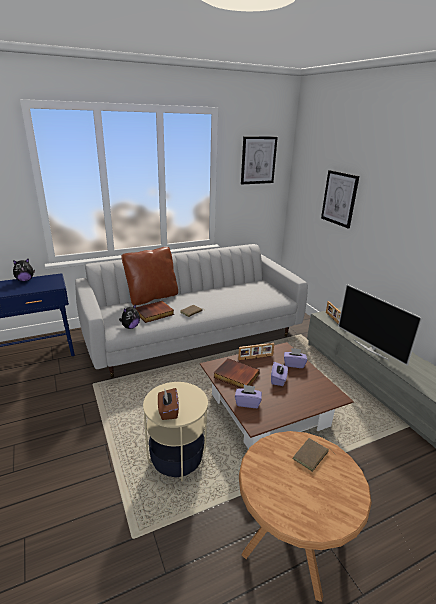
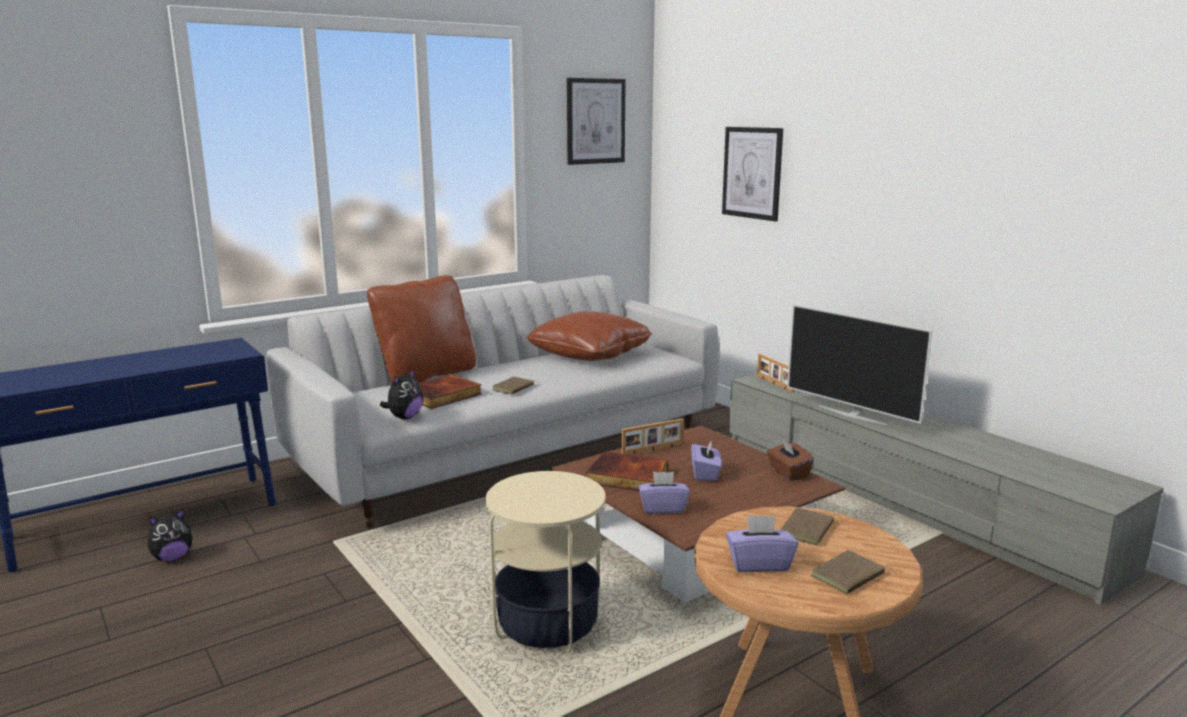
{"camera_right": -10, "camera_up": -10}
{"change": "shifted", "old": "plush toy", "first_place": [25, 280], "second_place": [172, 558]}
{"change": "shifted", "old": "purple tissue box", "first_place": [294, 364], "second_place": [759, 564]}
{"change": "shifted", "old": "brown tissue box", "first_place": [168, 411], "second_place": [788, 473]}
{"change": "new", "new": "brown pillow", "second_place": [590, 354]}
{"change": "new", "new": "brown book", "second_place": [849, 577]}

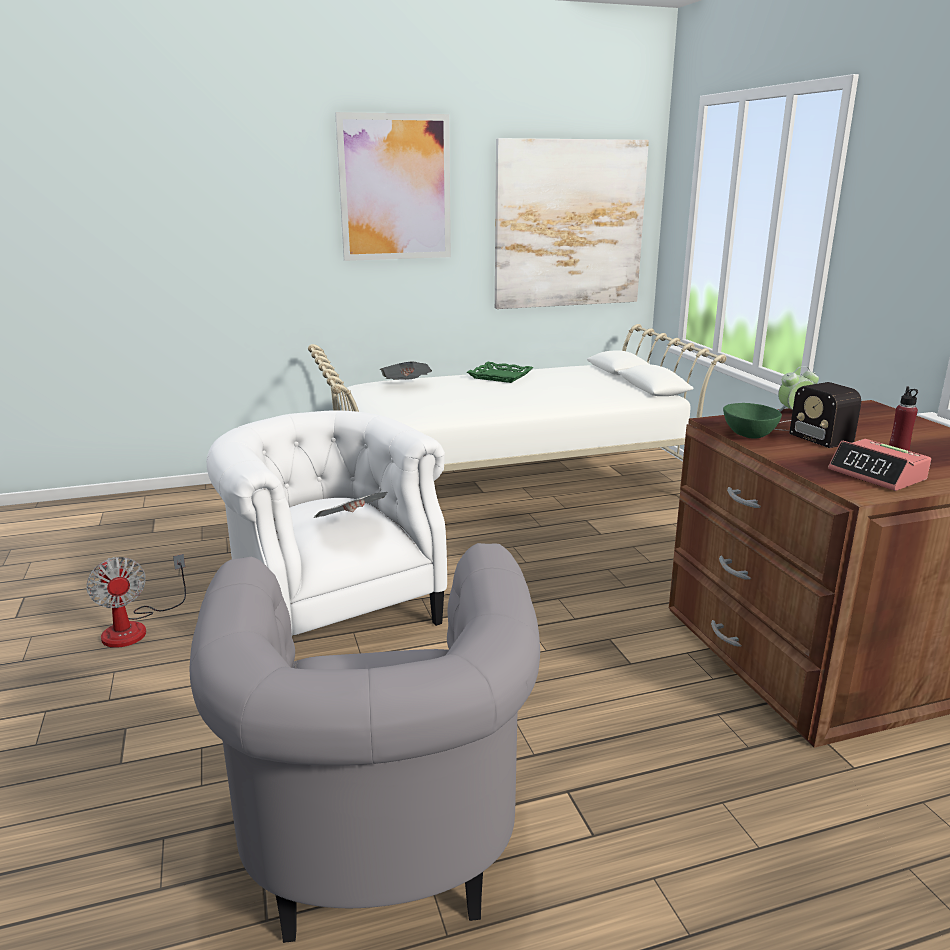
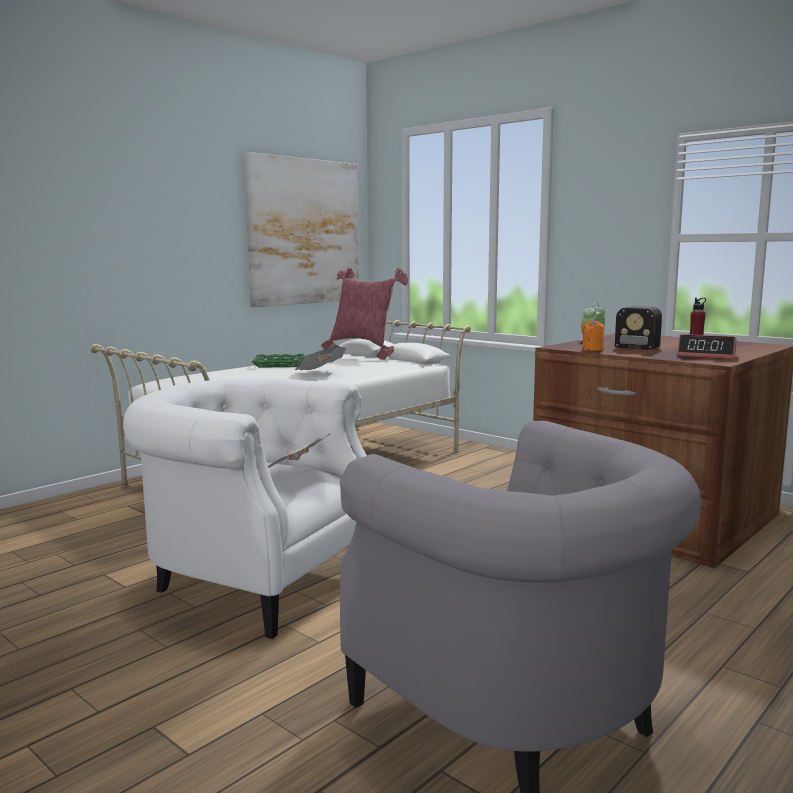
{"camera_right": -30, "camera_up": -10}
{"change": "gone", "old": "picture", "first_place": [395, 188]}
{"change": "shifted", "old": "newspaper", "first_place": [406, 385], "second_place": [320, 373]}
{"change": "swapped", "old": "green bowl", "new": "orange candle", "first_place": [748, 434], "second_place": [592, 349]}
{"change": "gone", "old": "fan", "first_place": [135, 627]}
{"change": "new", "new": "red pillow", "second_place": [365, 355]}

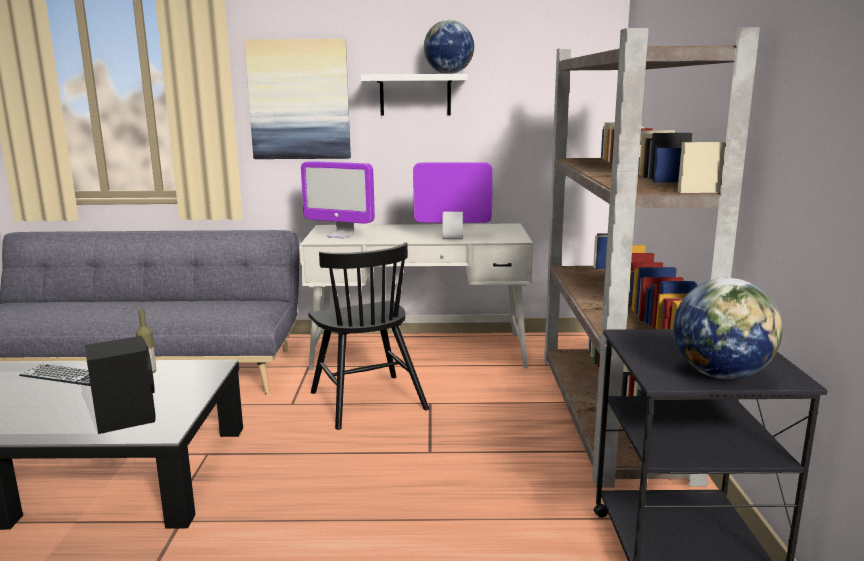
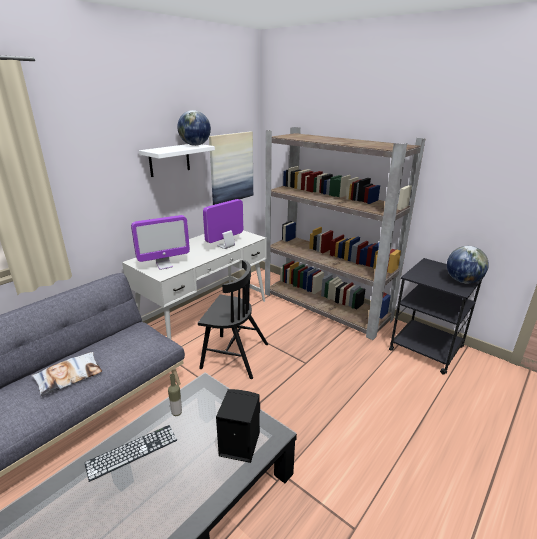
{"camera_right": -50, "camera_up": 10}
{"change": "shifted", "old": "picture", "first_place": [299, 100], "second_place": [231, 168]}
{"change": "new", "new": "pillow", "second_place": [69, 376]}

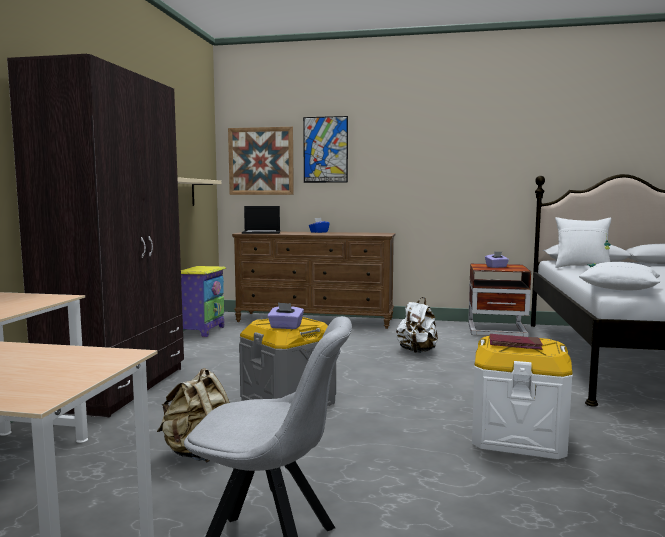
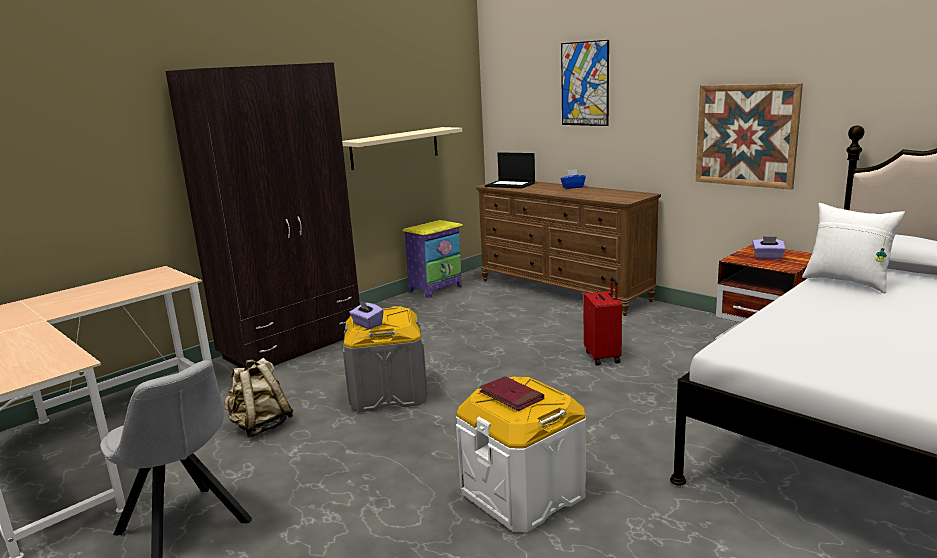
{"camera_right": 35, "camera_up": 10}
{"change": "shifted", "old": "picture", "first_place": [261, 161], "second_place": [746, 135]}
{"change": "gone", "old": "white pillow", "first_place": [619, 289]}
{"change": "swapped", "old": "white backpack", "new": "red suitcase", "first_place": [417, 351], "second_place": [603, 357]}

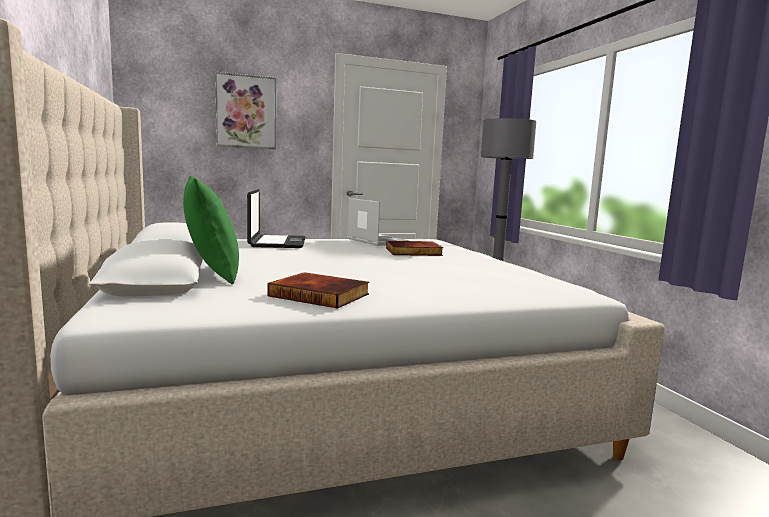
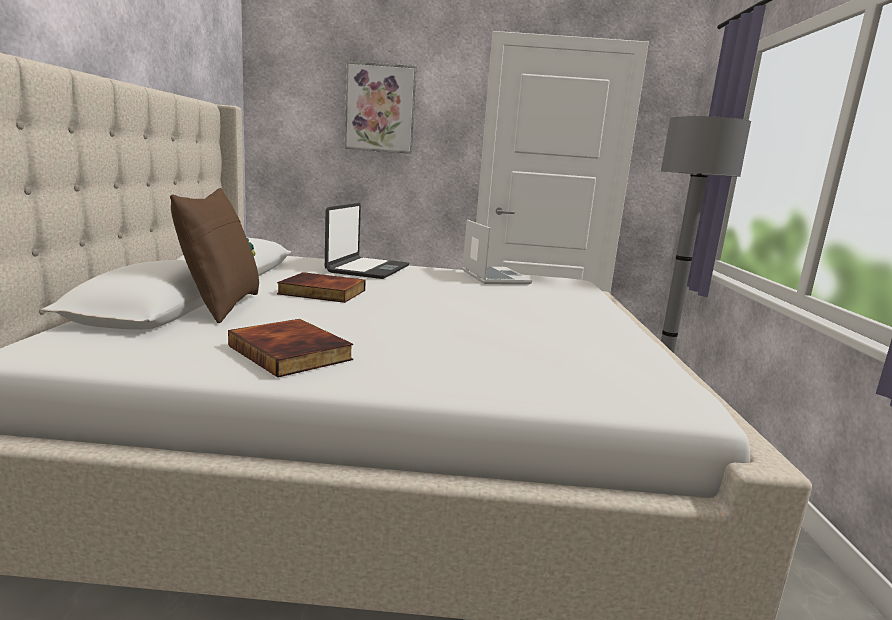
{"camera_right": 20, "camera_up": 5}
{"change": "repainted", "old": "green pillow", "new": "brown pillow", "first_place": [212, 275], "second_place": [222, 307]}
{"change": "shifted", "old": "book", "first_place": [413, 252], "second_place": [321, 292]}

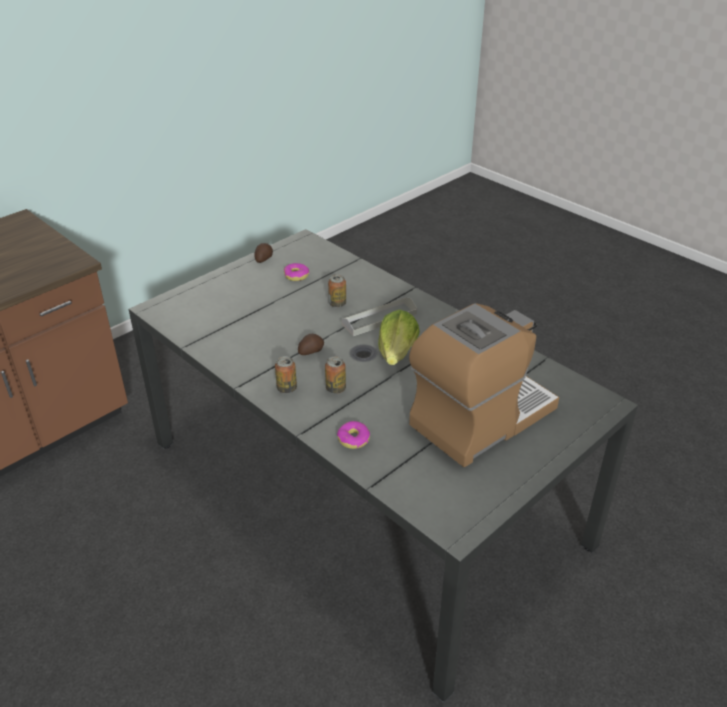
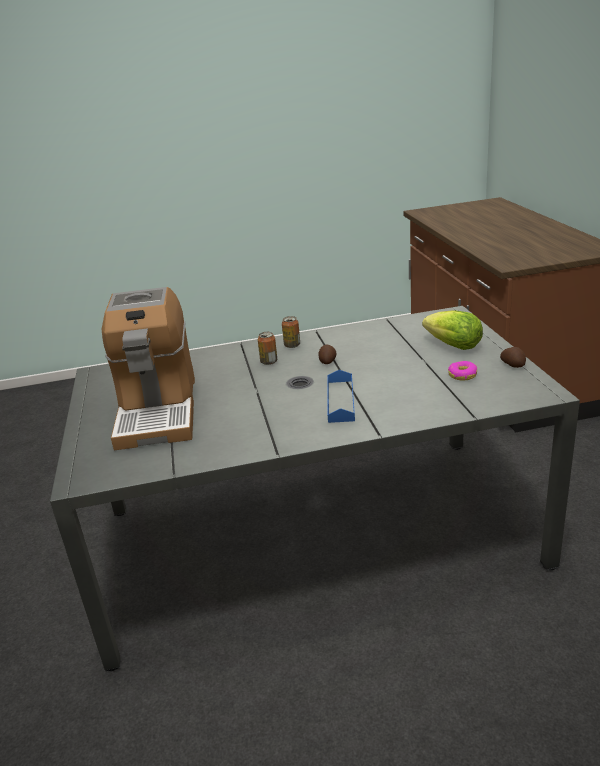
{"camera_right": 125, "camera_up": -10}
{"change": "gone", "old": "can", "first_place": [337, 304]}
{"change": "repainted", "old": "grey tray", "new": "blue tray", "first_place": [379, 319], "second_place": [340, 400]}
{"change": "shifted", "old": "lettuce", "first_place": [397, 353], "second_place": [453, 346]}
{"change": "gone", "old": "donut", "first_place": [353, 439]}

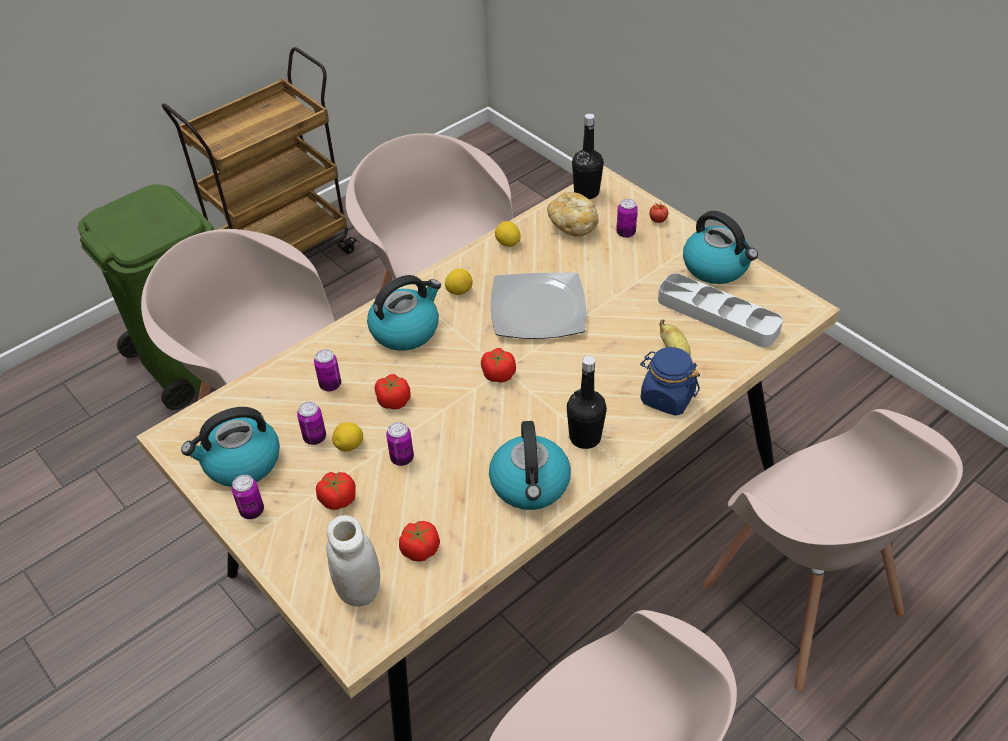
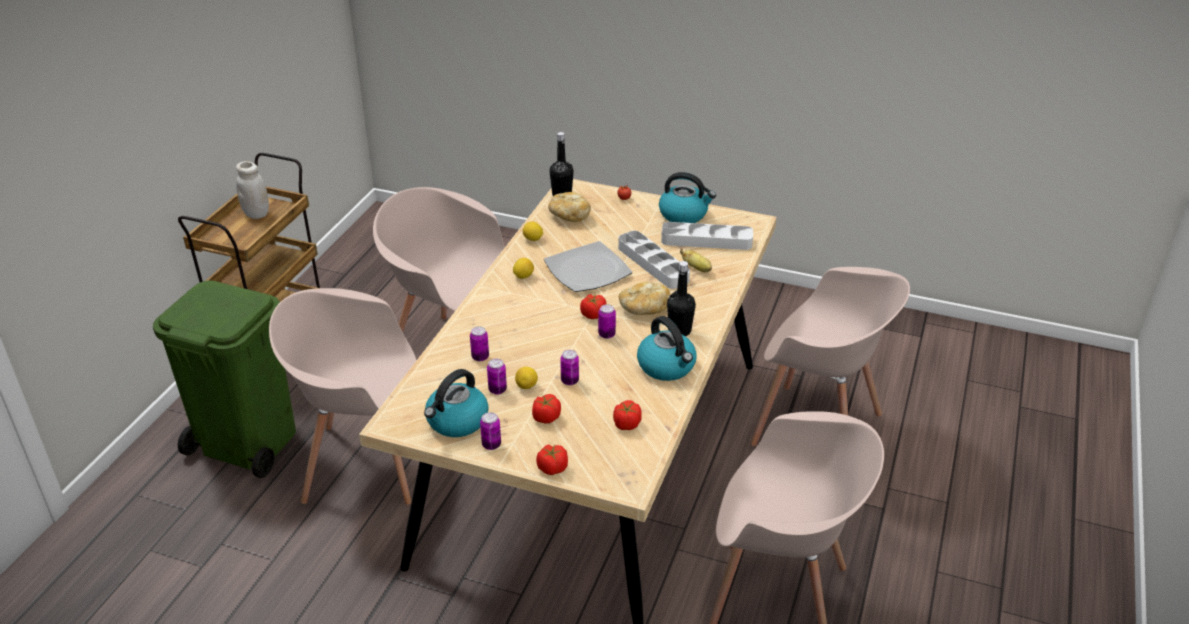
{"camera_right": -30, "camera_up": -10}
{"change": "shifted", "old": "can", "first_place": [625, 233], "second_place": [606, 334]}
{"change": "gone", "old": "kettle", "first_place": [405, 330]}
{"change": "gone", "old": "blue jar", "first_place": [667, 397]}
{"change": "shifted", "old": "tomato", "first_place": [393, 401], "second_place": [552, 468]}
{"change": "shifted", "old": "white jar", "first_place": [359, 590], "second_place": [256, 214]}
{"change": "new", "new": "grey tray", "second_place": [653, 264]}
{"change": "new", "new": "bread", "second_place": [643, 309]}

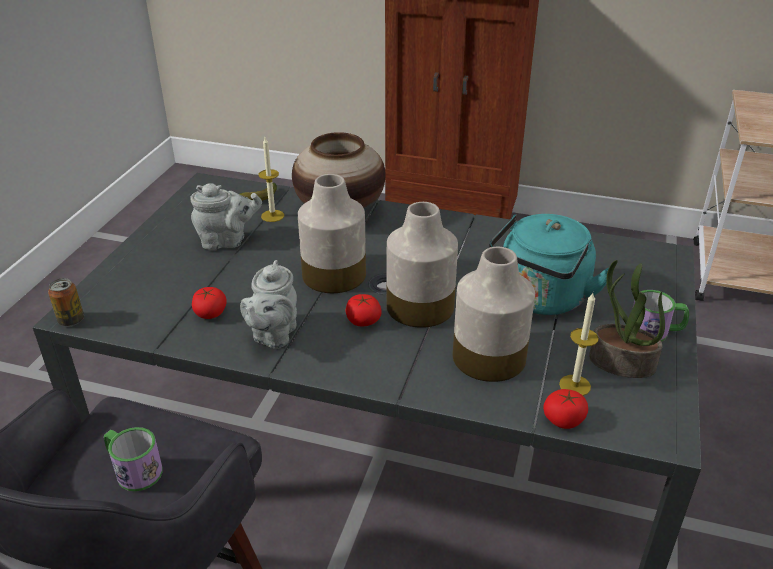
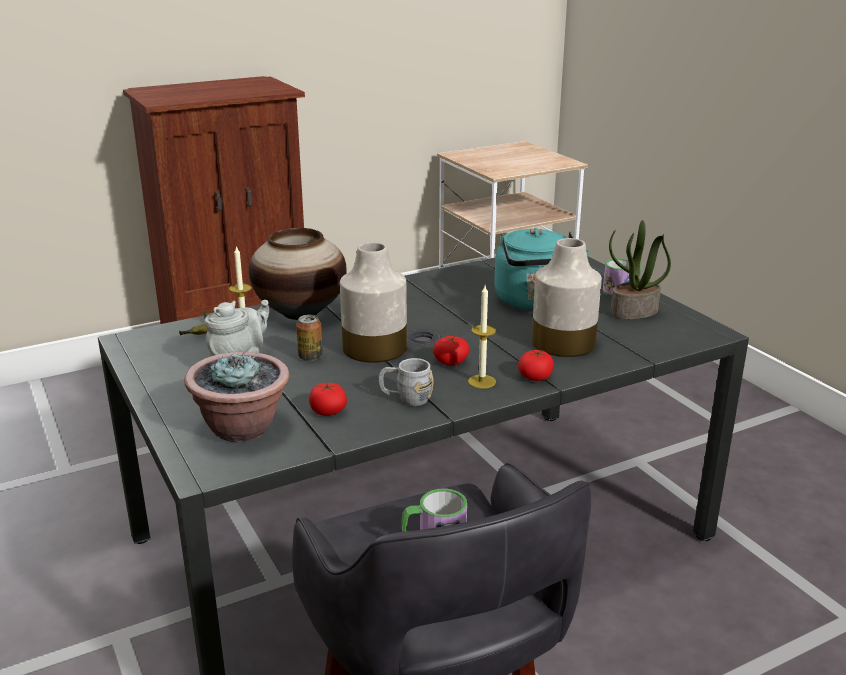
{"camera_right": -45, "camera_up": -10}
{"change": "gone", "old": "beige vase", "first_place": [421, 305]}
{"change": "swapped", "old": "grey teapot", "new": "grey mug", "first_place": [273, 335], "second_place": [406, 399]}
{"change": "shifted", "old": "can", "first_place": [71, 320], "second_place": [310, 357]}
{"change": "shifted", "old": "candle", "first_place": [575, 385], "second_place": [482, 381]}
{"change": "shifted", "old": "tomato", "first_place": [563, 419], "second_place": [535, 376]}
{"change": "new", "new": "potted plant", "second_place": [242, 428]}

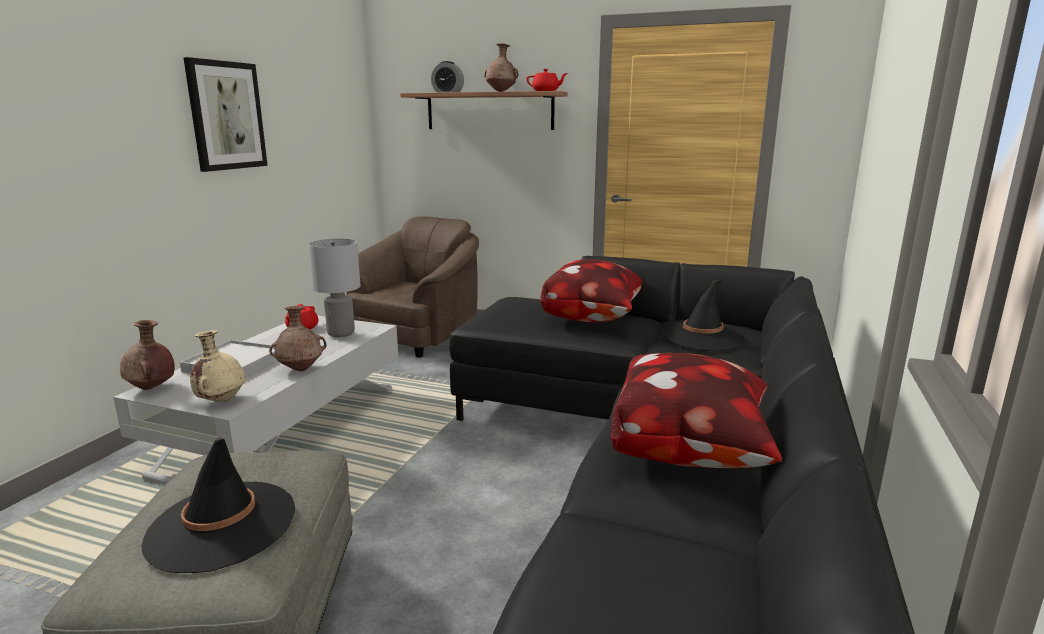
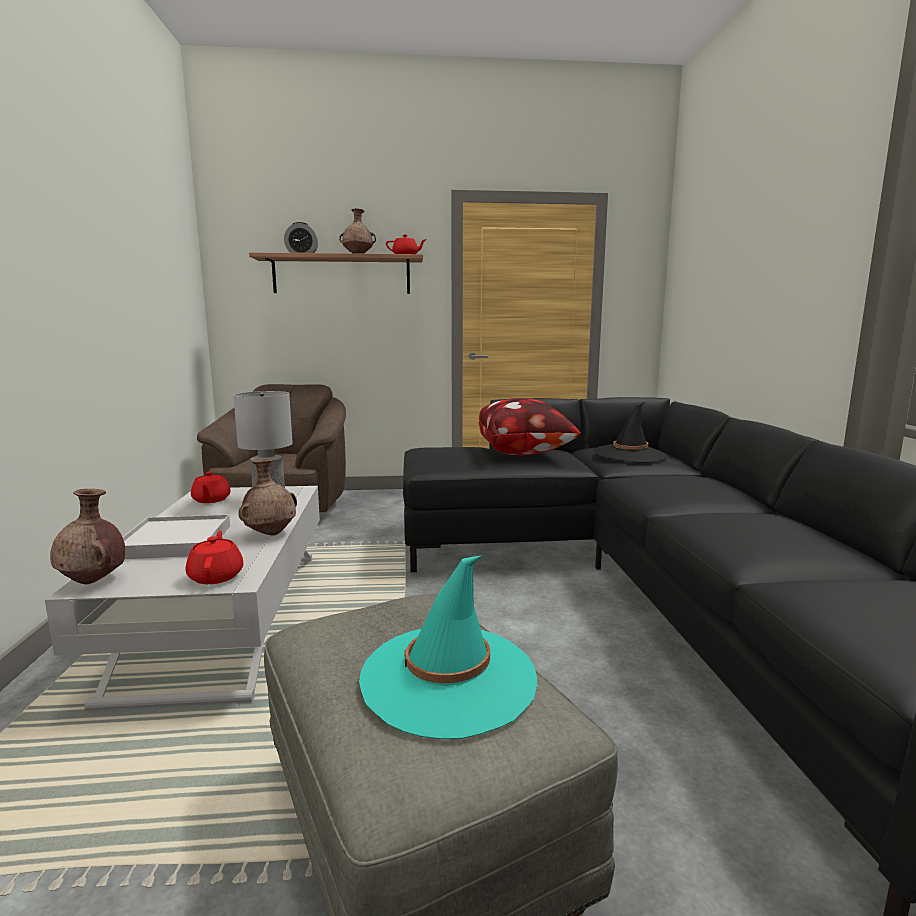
{"camera_right": -25, "camera_up": -5}
{"change": "gone", "old": "picture", "first_place": [226, 116]}
{"change": "swapped", "old": "beige vase", "new": "red teapot", "first_place": [222, 400], "second_place": [216, 576]}
{"change": "gone", "old": "pillow", "first_place": [690, 451]}
{"change": "repainted", "old": "black hat", "new": "turquoise hat", "first_place": [222, 526], "second_place": [448, 678]}

